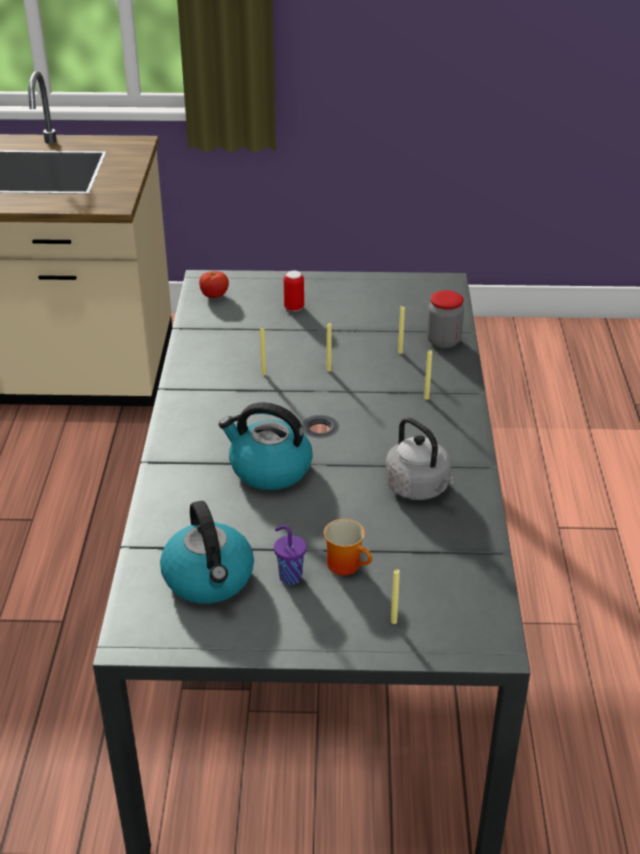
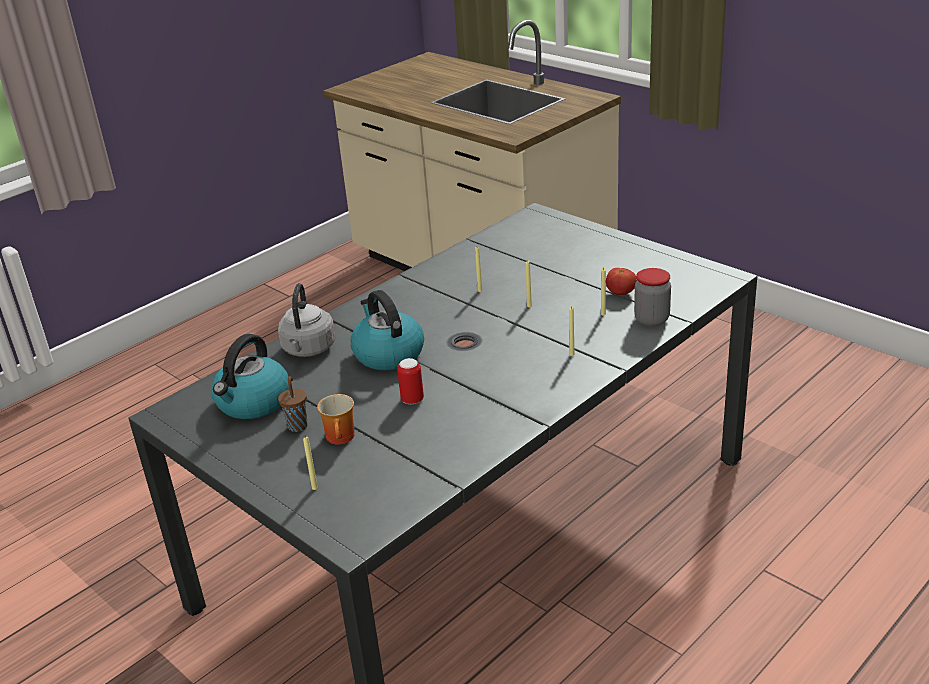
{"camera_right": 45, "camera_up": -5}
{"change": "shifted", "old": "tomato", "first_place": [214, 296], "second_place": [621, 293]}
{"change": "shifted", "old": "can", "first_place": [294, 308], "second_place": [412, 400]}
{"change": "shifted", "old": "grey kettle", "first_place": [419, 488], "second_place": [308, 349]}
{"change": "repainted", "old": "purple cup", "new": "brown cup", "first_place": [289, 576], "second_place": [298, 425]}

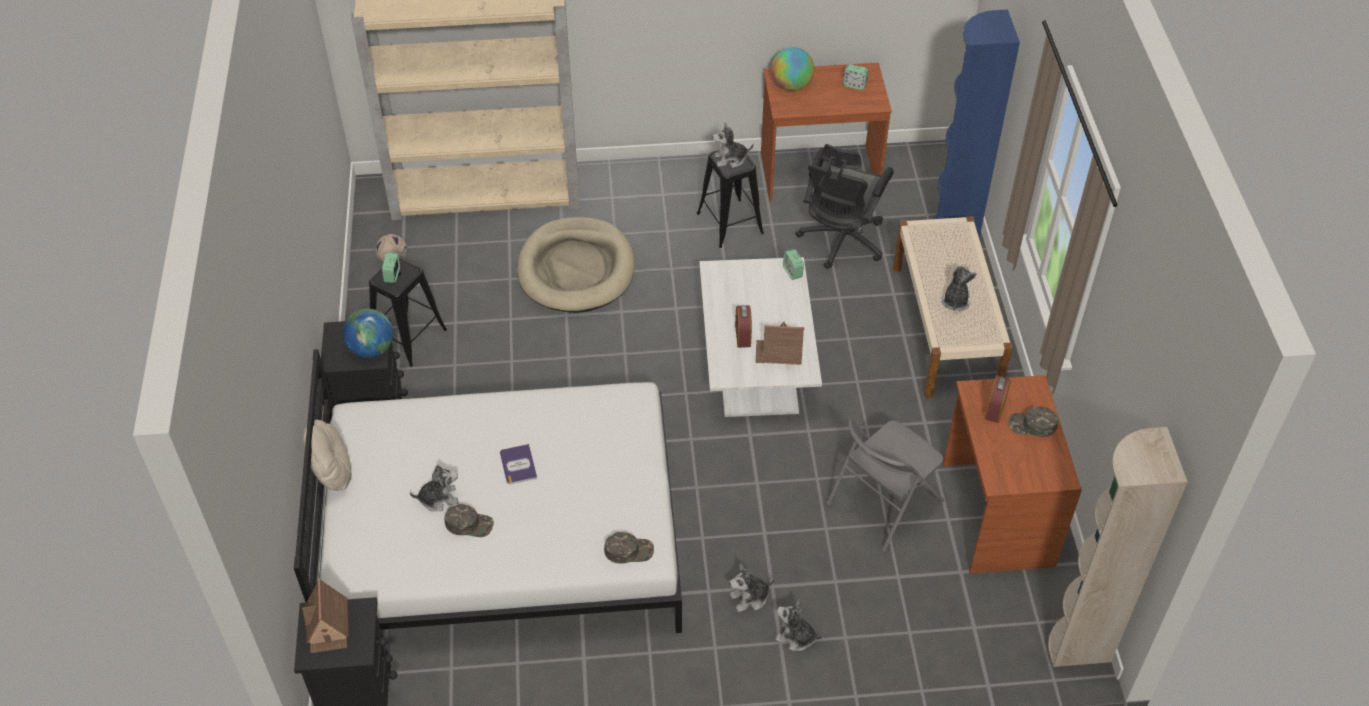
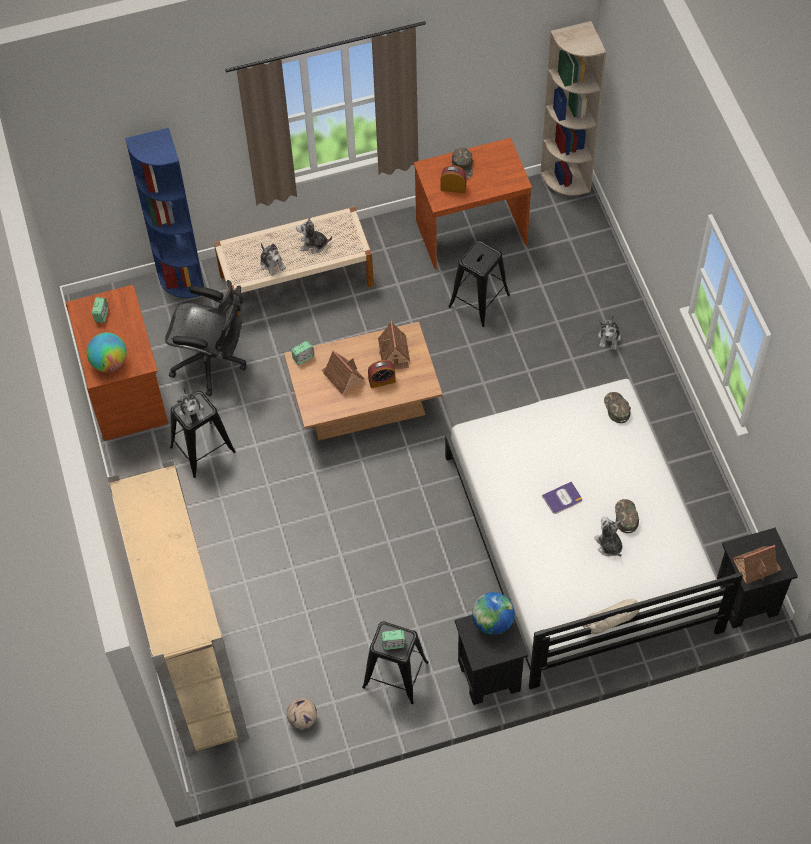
{"camera_right": -100, "camera_up": 10}
{"change": "gone", "old": "beige dog bed", "first_place": [576, 269]}
{"change": "repainted", "old": "white coffee table", "new": "brown coffee table", "first_place": [756, 364], "second_place": [364, 402]}
{"change": "swapped", "old": "grey chair", "new": "black stool", "first_place": [884, 502], "second_place": [479, 300]}
{"change": "shifted", "old": "plush toy", "first_place": [750, 598], "second_place": [272, 264]}
{"change": "new", "new": "toy house", "second_place": [342, 376]}

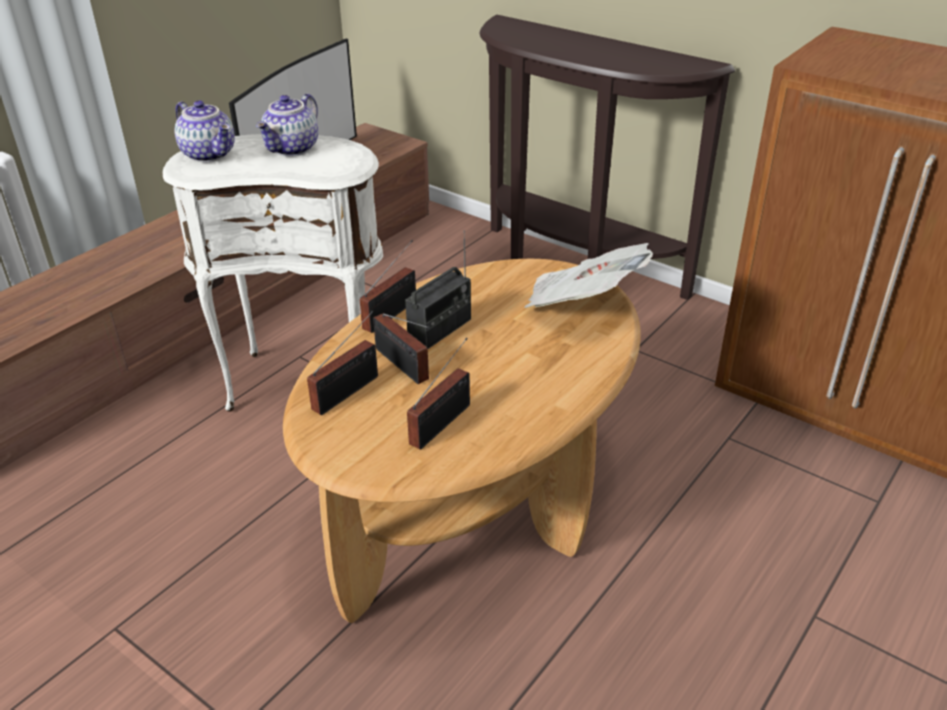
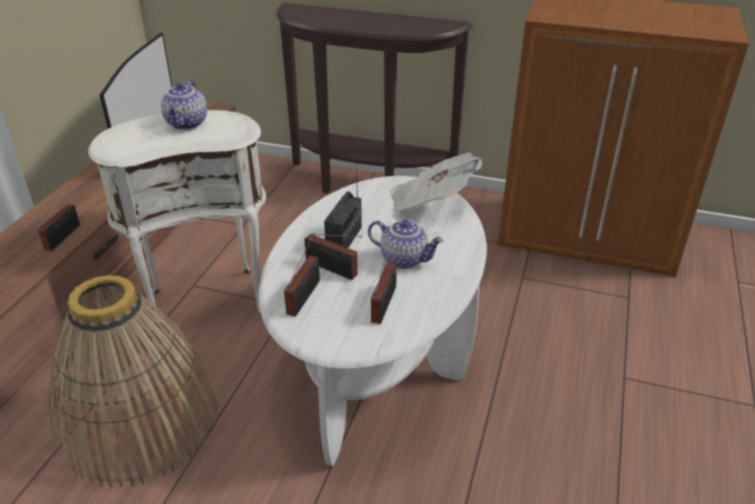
{"camera_right": -20, "camera_up": 0}
{"change": "shifted", "old": "teapot", "first_place": [210, 154], "second_place": [405, 259]}
{"change": "shifted", "old": "radio", "first_place": [393, 313], "second_place": [65, 235]}
{"change": "repainted", "old": "brown coffee table", "new": "white coffee table", "first_place": [474, 501], "second_place": [377, 360]}
{"change": "new", "new": "basket", "second_place": [138, 421]}

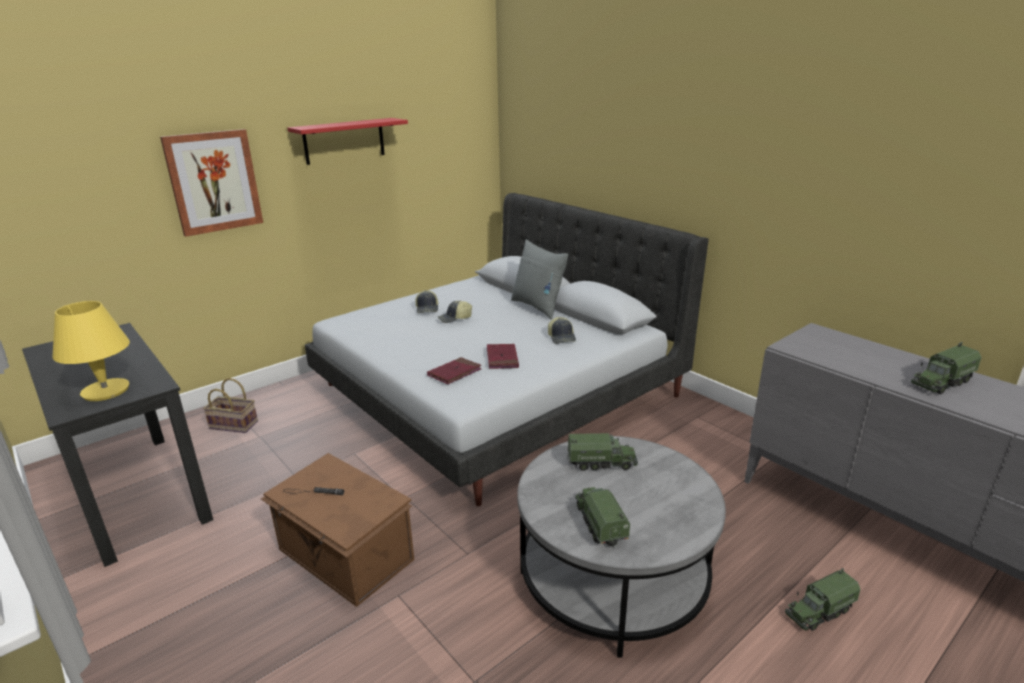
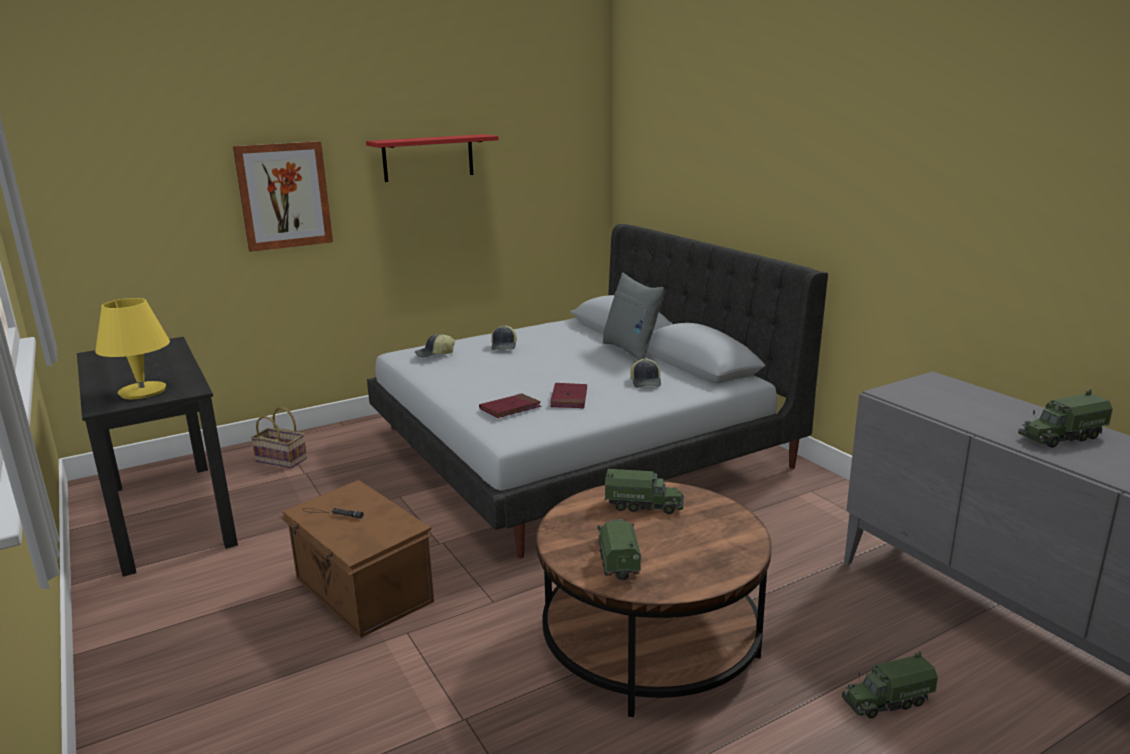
{"camera_right": 10, "camera_up": -5}
{"change": "shifted", "old": "cap", "first_place": [455, 319], "second_place": [435, 354]}
{"change": "repainted", "old": "grey coffee table", "new": "brown coffee table", "first_place": [613, 576], "second_place": [650, 640]}

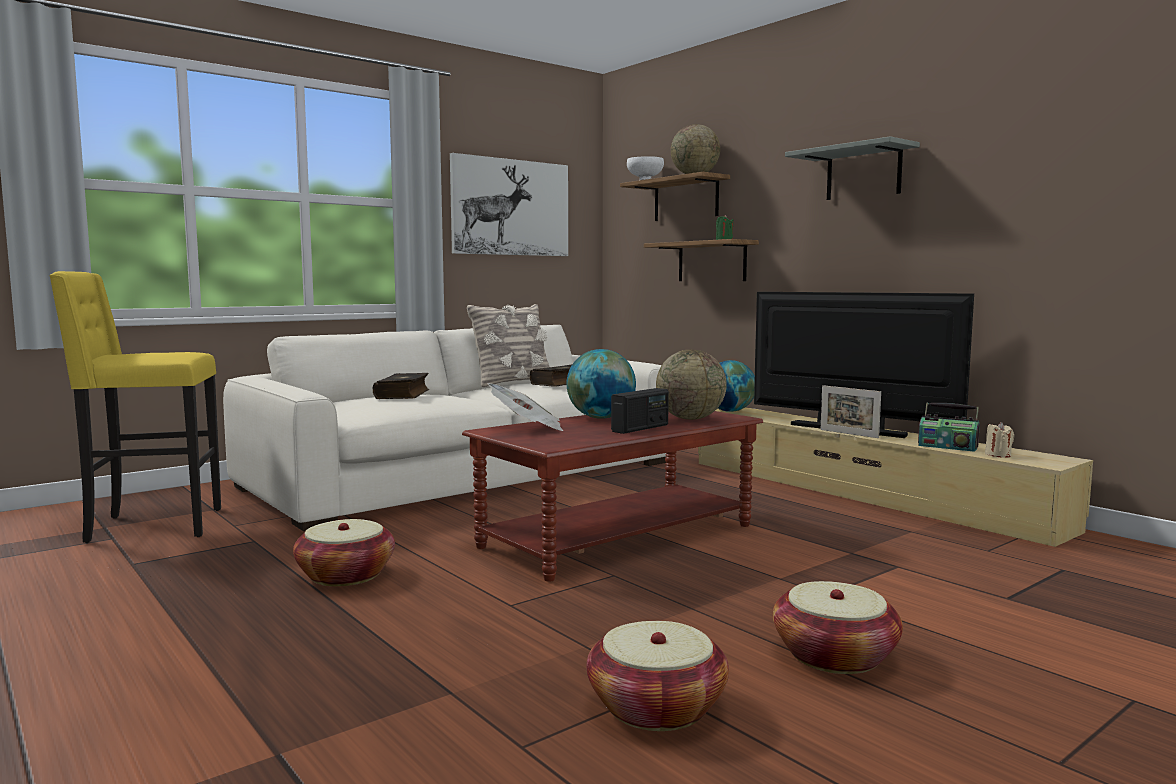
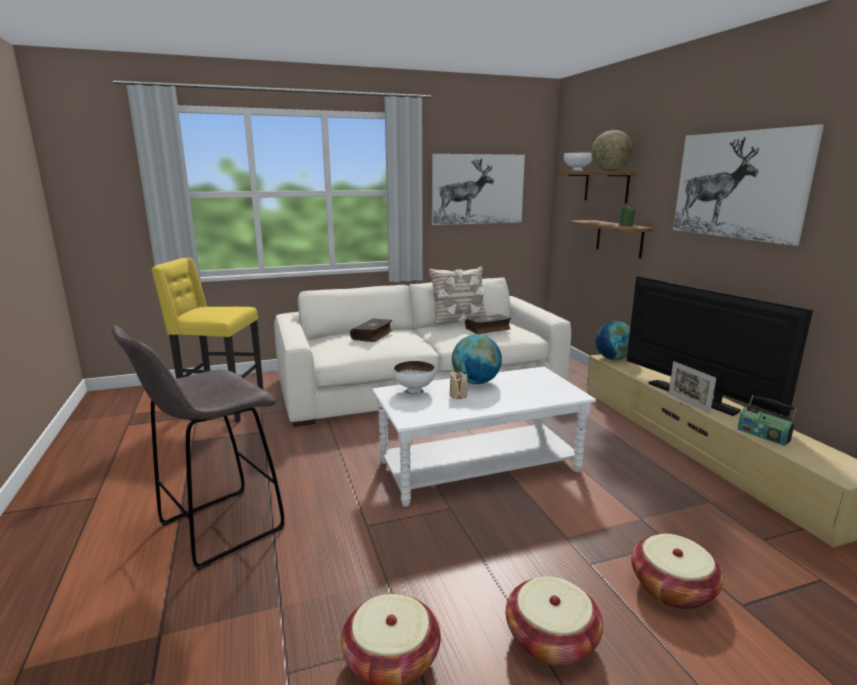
{"camera_right": 20, "camera_up": 10}
{"change": "swapped", "old": "grey shelf", "new": "picture", "first_place": [863, 173], "second_place": [739, 185]}
{"change": "gone", "old": "globe", "first_place": [690, 419]}
{"change": "swapped", "old": "newspaper", "new": "white bowl", "first_place": [527, 428], "second_place": [414, 391]}
{"change": "gone", "old": "radio", "first_place": [640, 428]}
{"change": "repainted", "old": "brown coffee table", "new": "white coffee table", "first_place": [619, 536], "second_place": [479, 466]}
{"change": "shifted", "old": "beige candle", "first_place": [998, 455], "second_place": [458, 395]}
{"change": "shifted", "old": "basket", "first_place": [346, 575], "second_place": [672, 588]}
{"change": "new", "new": "grey stool", "second_place": [218, 528]}

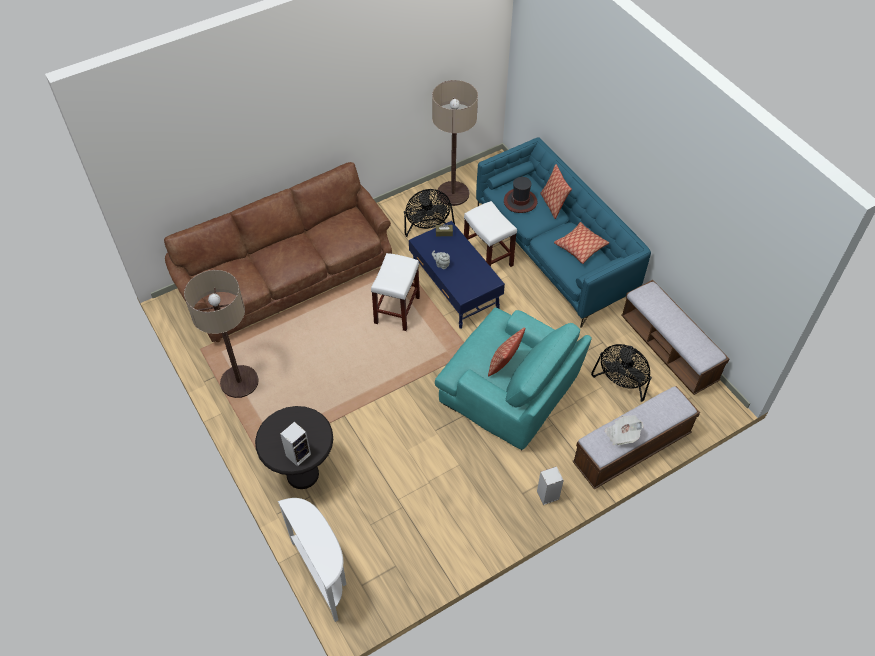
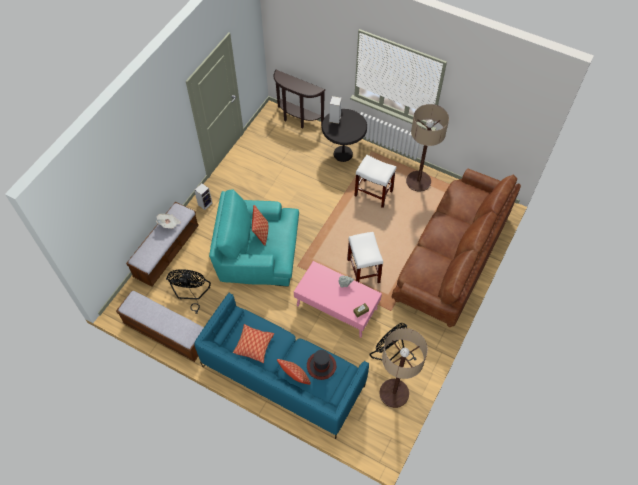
{"camera_right": 150, "camera_up": 5}
{"change": "shifted", "old": "white stool", "first_place": [487, 258], "second_place": [374, 193]}
{"change": "repainted", "old": "blue coffee table", "new": "pink coffee table", "first_place": [455, 288], "second_place": [336, 307]}
{"change": "repainted", "old": "white console table", "new": "brown console table", "first_place": [324, 574], "second_place": [297, 119]}

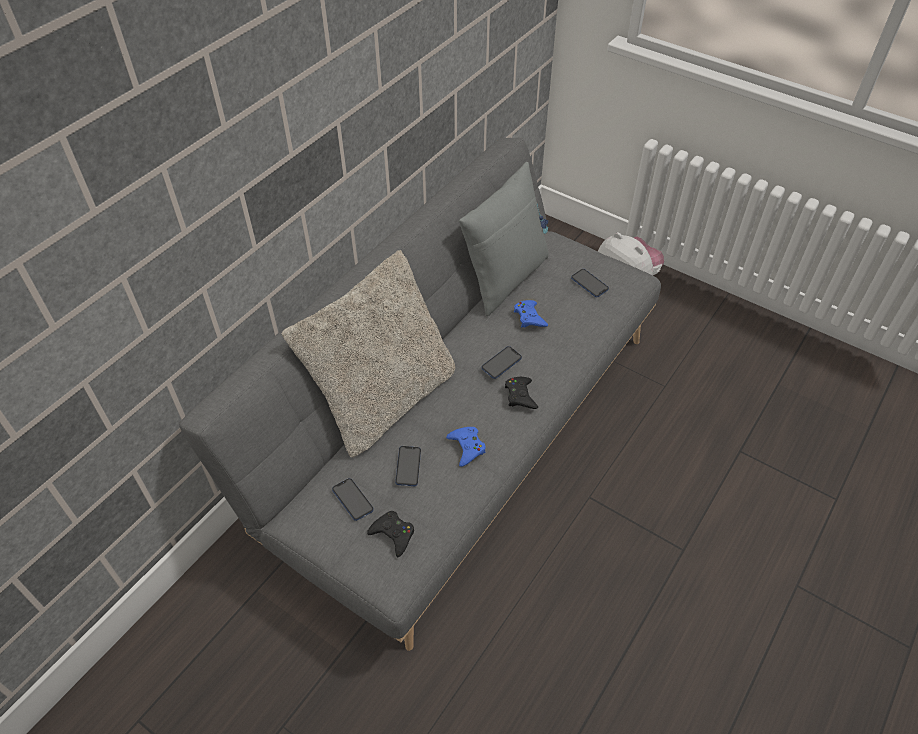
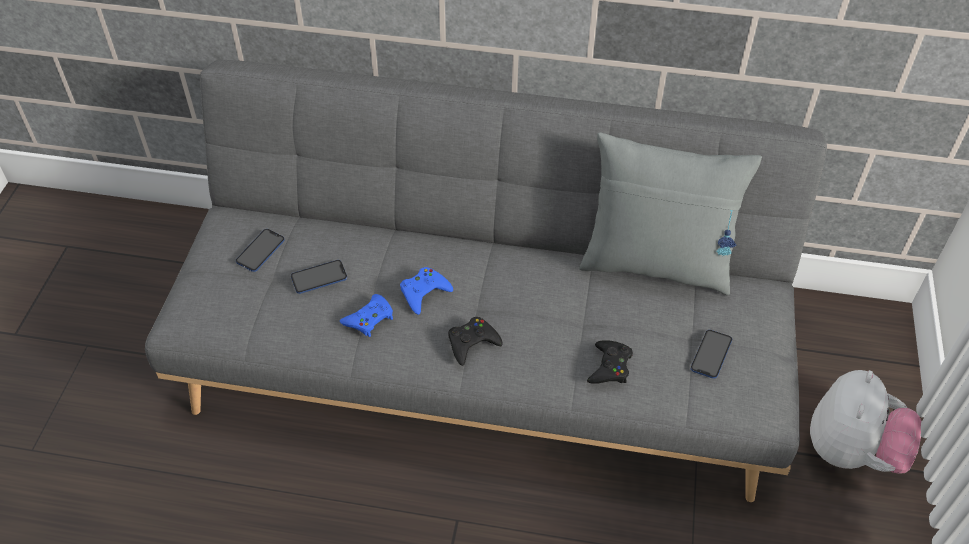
{"camera_right": 65, "camera_up": 0}
{"change": "gone", "old": "beige pillow", "first_place": [384, 396]}
{"change": "shifted", "old": "blue game controller", "first_place": [529, 317], "second_place": [424, 293]}
{"change": "gone", "old": "phone", "first_place": [501, 363]}
{"change": "shifted", "old": "black game controller", "first_place": [393, 534], "second_place": [610, 367]}

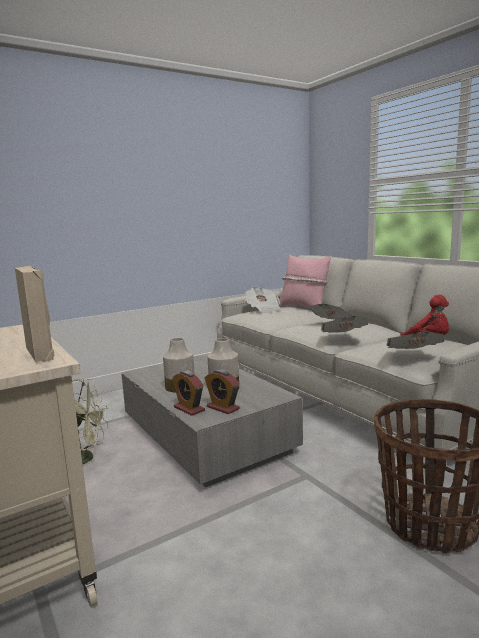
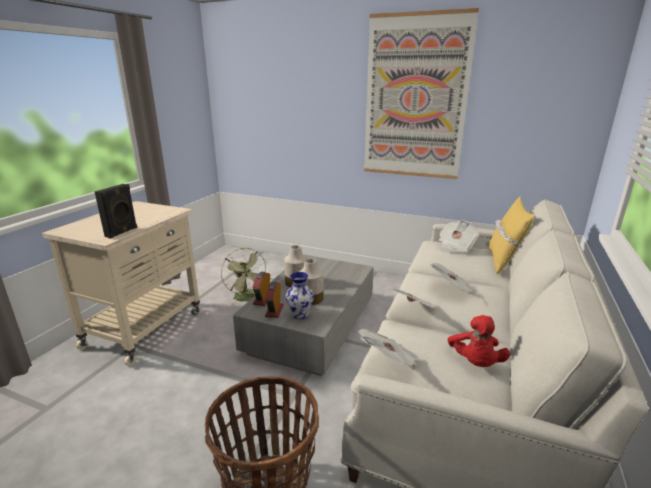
{"camera_right": 55, "camera_up": 10}
{"change": "repainted", "old": "pink pillow", "new": "yellow pillow", "first_place": [303, 308], "second_place": [503, 261]}
{"change": "repainted", "old": "beige speaker", "new": "black speaker", "first_place": [41, 353], "second_place": [122, 232]}
{"change": "new", "new": "picture", "second_place": [415, 98]}
{"change": "new", "new": "vase", "second_place": [300, 314]}

